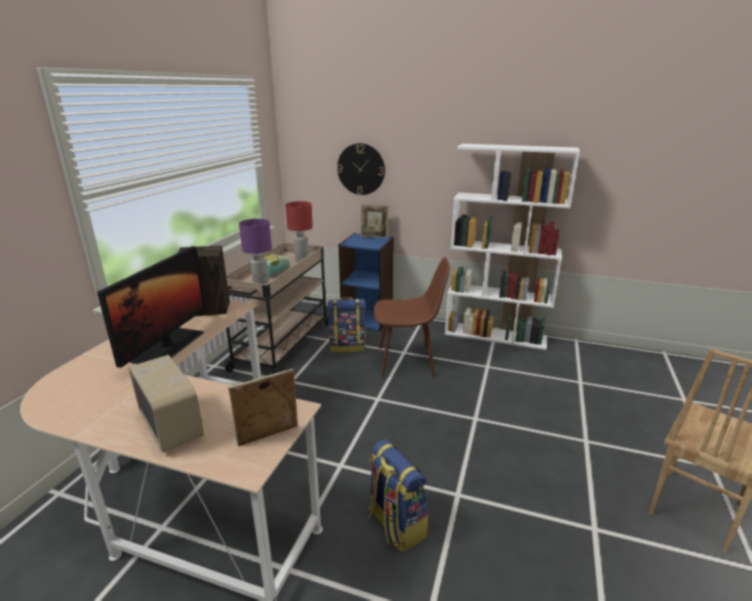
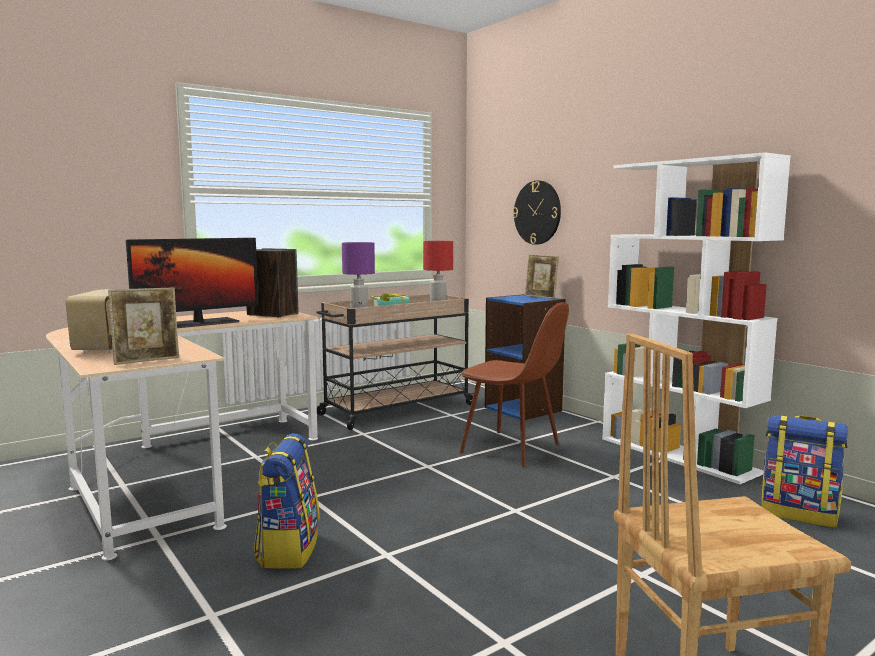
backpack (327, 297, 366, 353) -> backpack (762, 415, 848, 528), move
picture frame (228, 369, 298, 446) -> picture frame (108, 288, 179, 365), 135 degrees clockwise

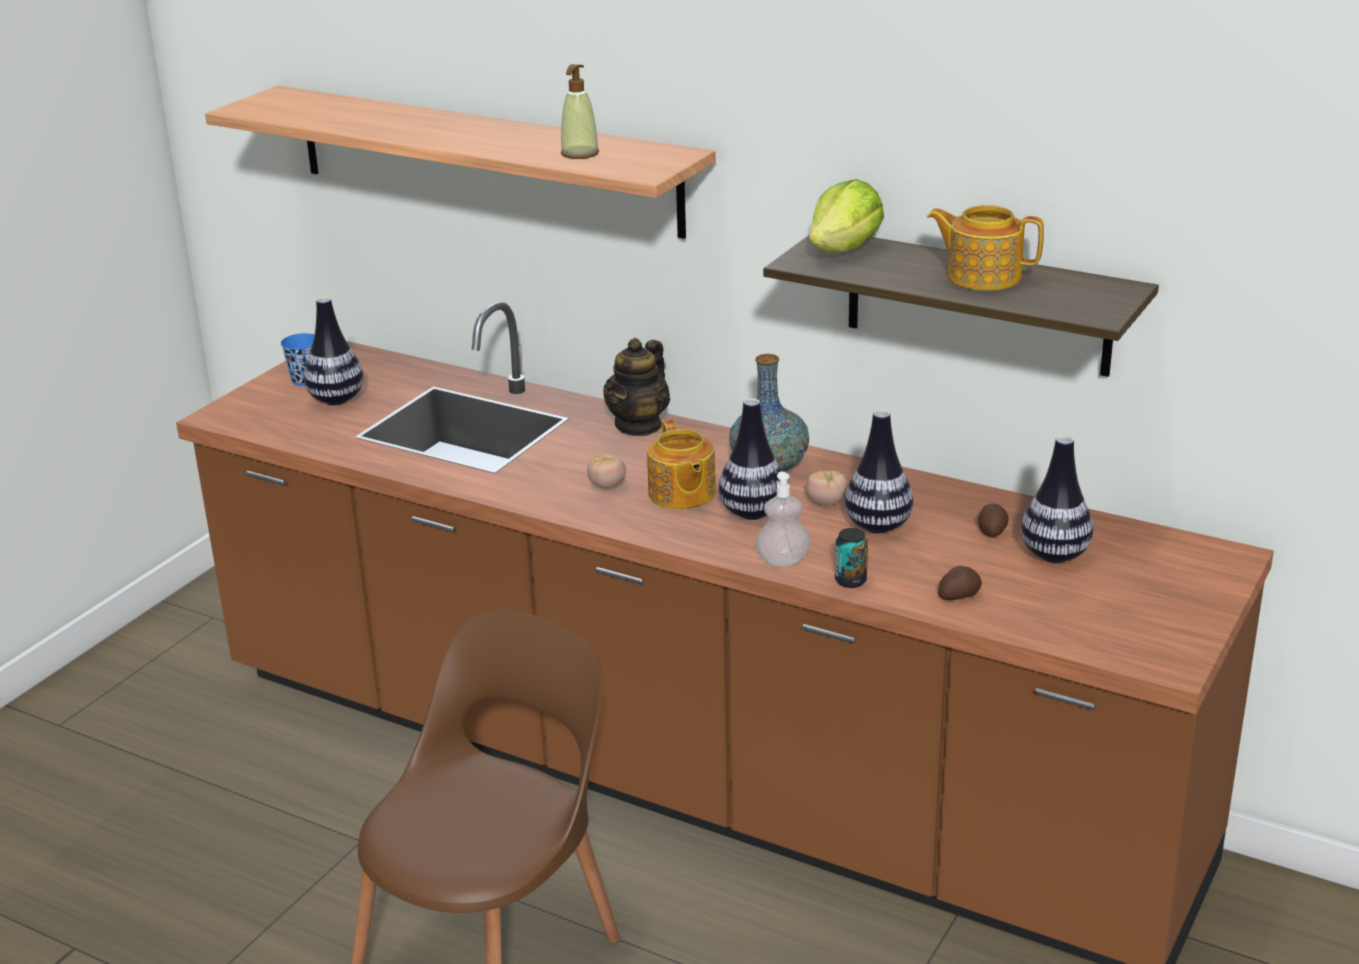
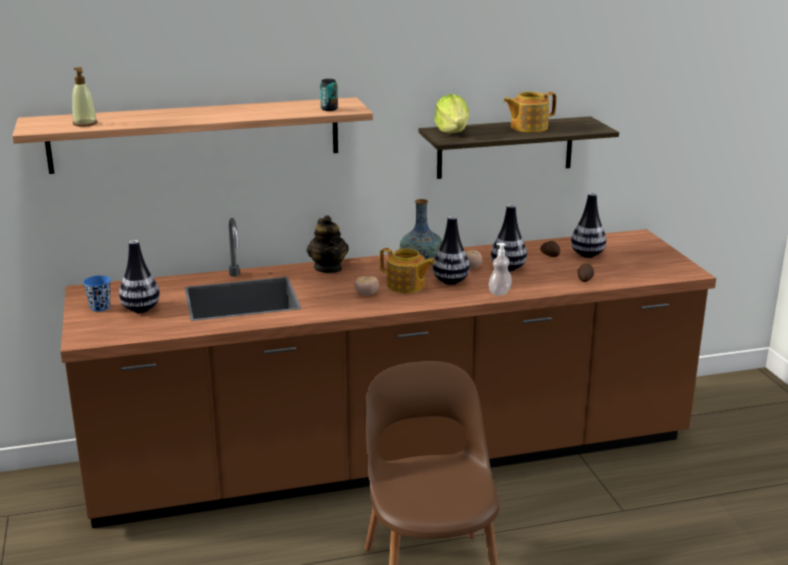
soap dispenser (561, 64, 599, 159) -> soap dispenser (72, 67, 97, 127), move
can (835, 528, 868, 588) -> can (320, 79, 338, 111), move

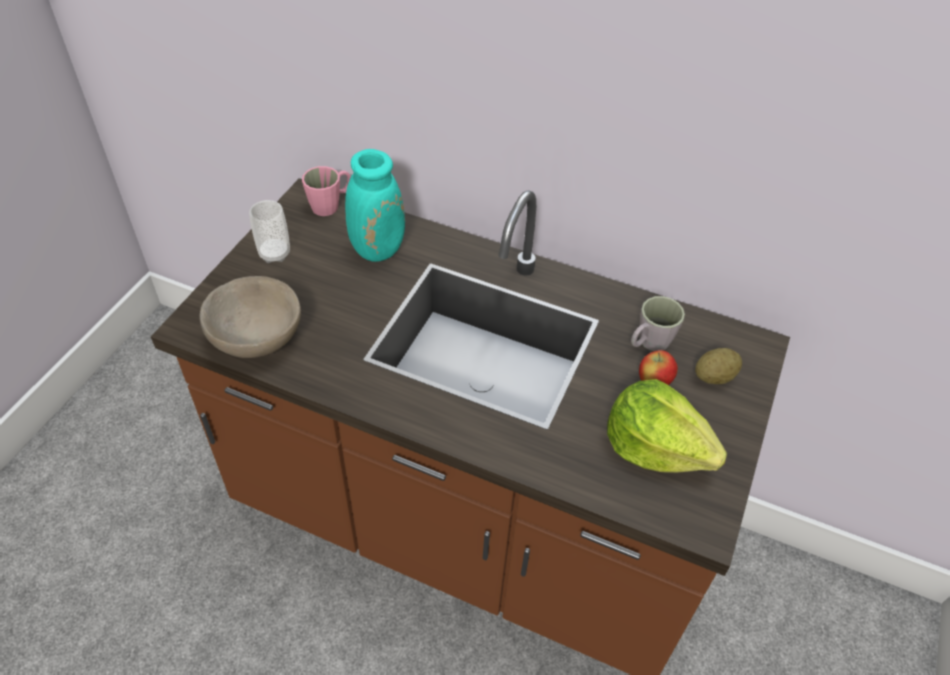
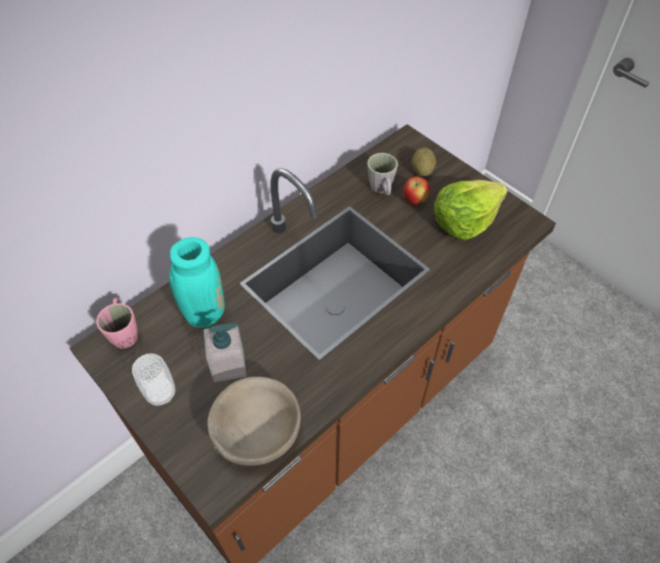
none -> soap dispenser (204, 324, 247, 382)

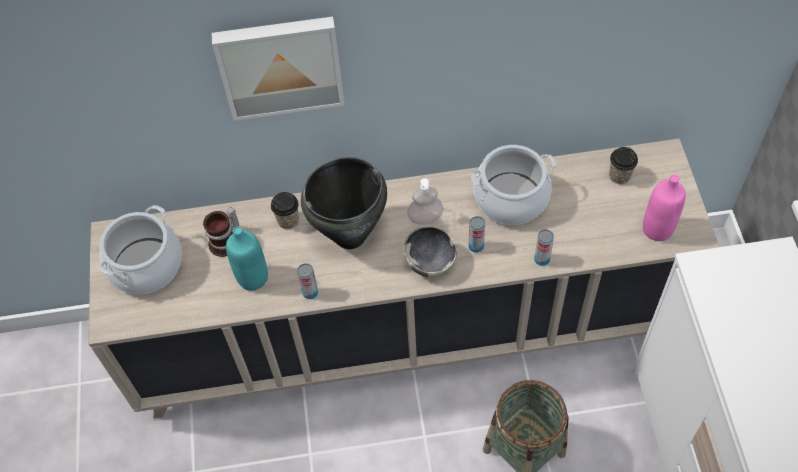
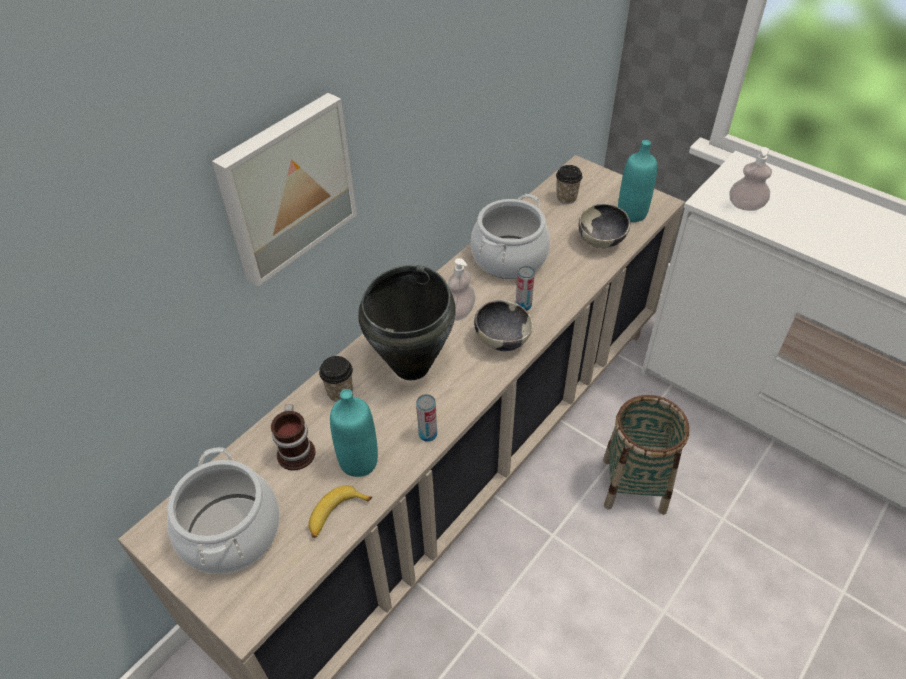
bottle (pink) (643, 175, 686, 241) -> bottle (turquoise) (618, 140, 657, 222)
can (534, 229, 554, 266) -> none
none -> soap dispenser (730, 147, 772, 211)
none -> bowl (579, 204, 630, 248)
none -> banana (309, 486, 372, 538)

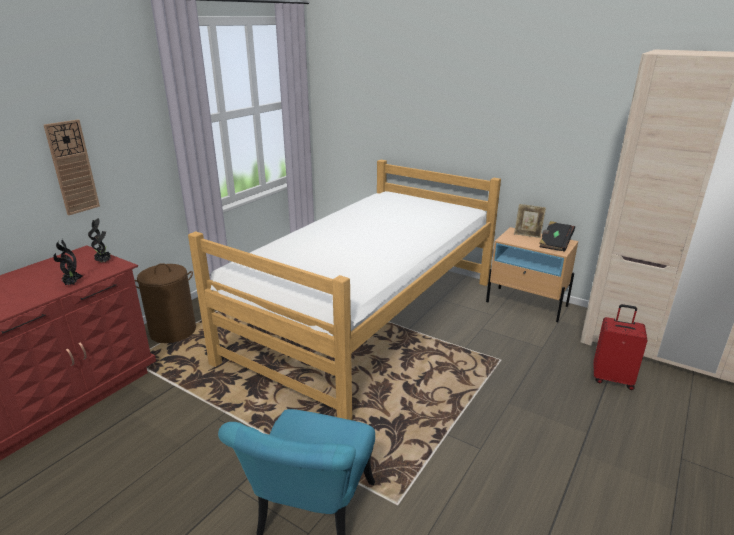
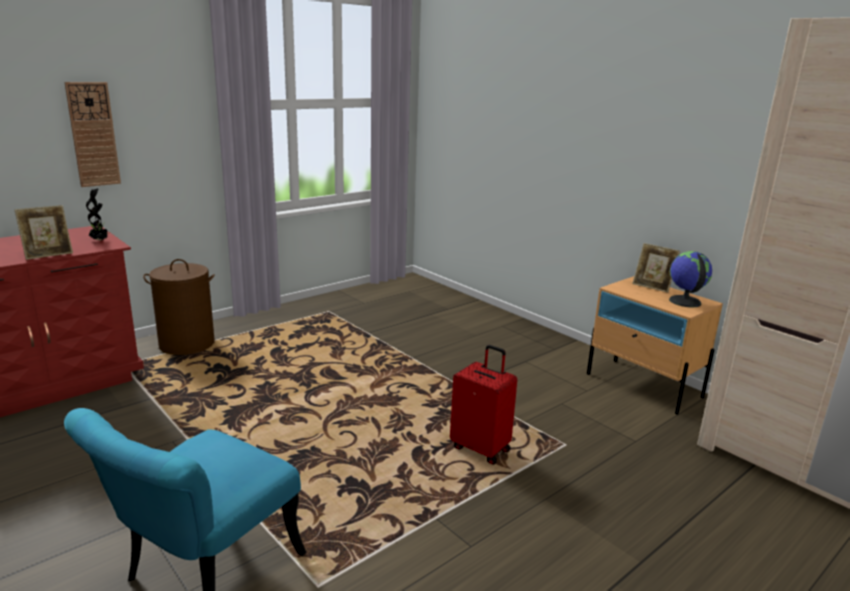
bed (188, 160, 501, 420) -> none
book (black) (540, 221, 575, 252) -> globe (669, 251, 712, 307)
potted plant (54, 239, 83, 285) -> picture frame (15, 205, 73, 260)
suitcase (red) (594, 304, 648, 390) -> suitcase (red) (450, 345, 517, 465), move

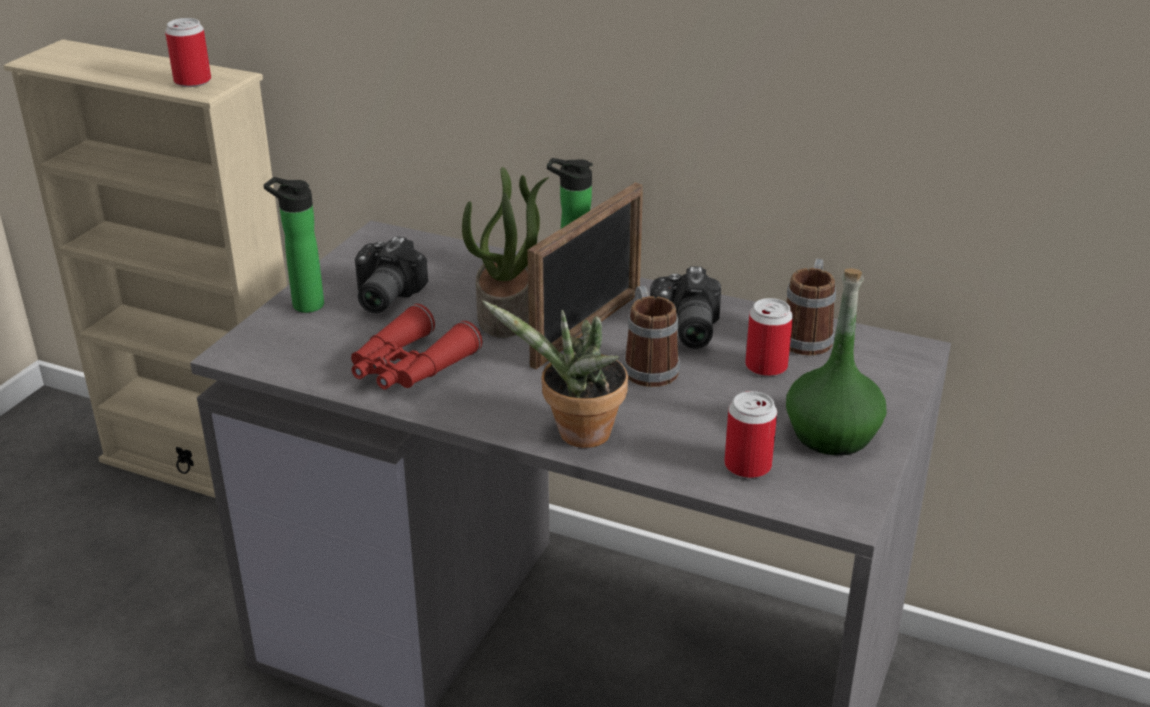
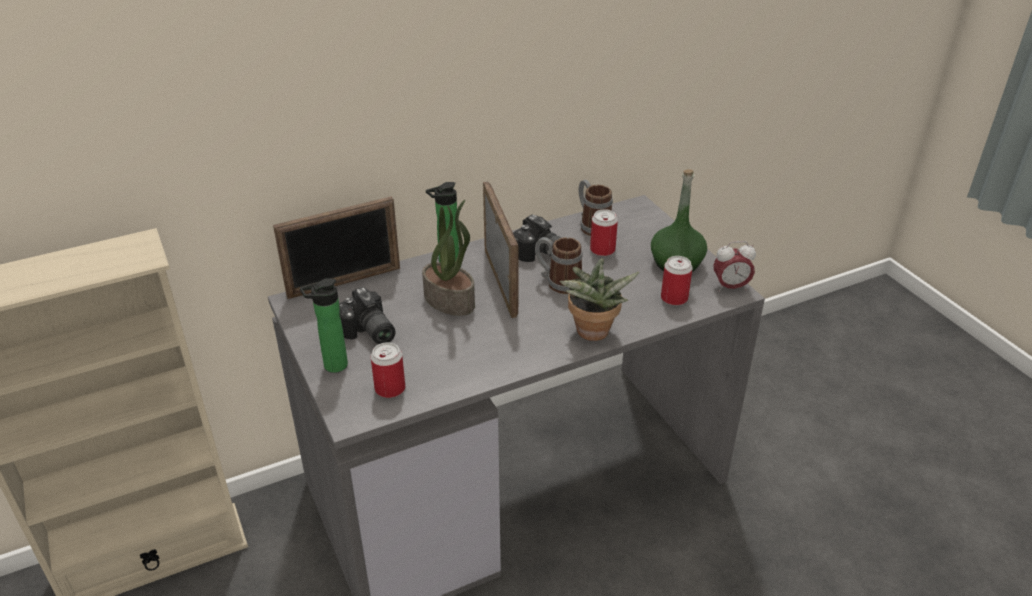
can (165, 18, 211, 87) -> can (371, 342, 405, 398), move
binoculars (red) (351, 304, 482, 390) -> none
none -> picture frame (273, 196, 400, 299)
none -> alarm clock (714, 241, 756, 292)

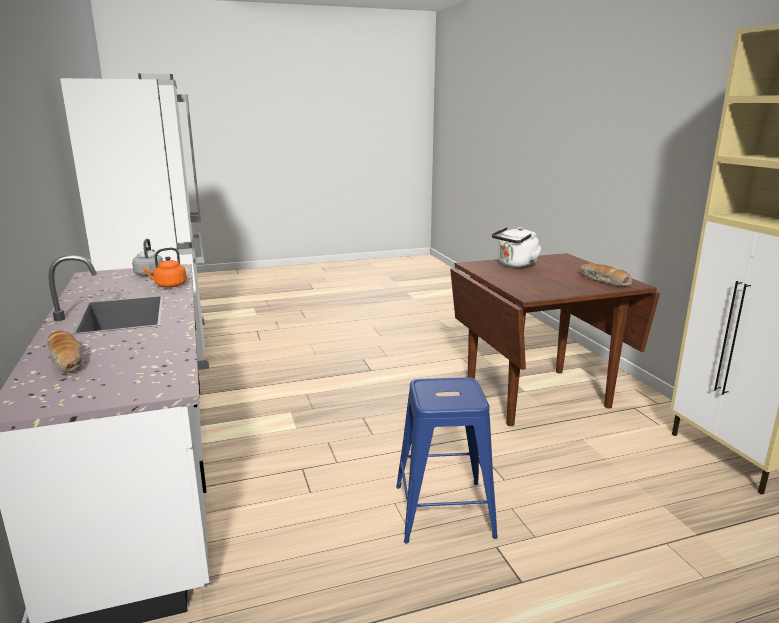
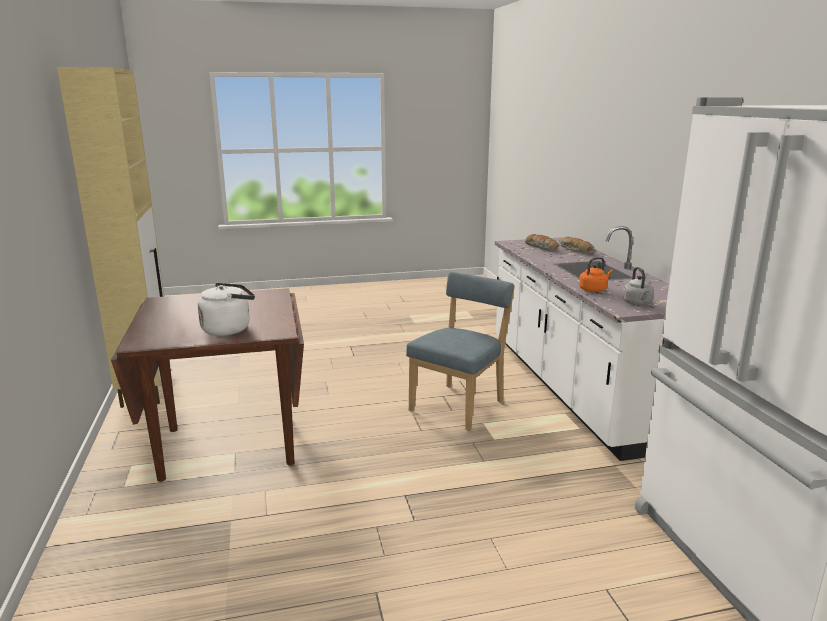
bread (580, 263, 632, 287) -> bread (525, 234, 559, 251), move
stool (blue) (396, 377, 498, 544) -> none
none -> chair (blue) (406, 272, 515, 431)

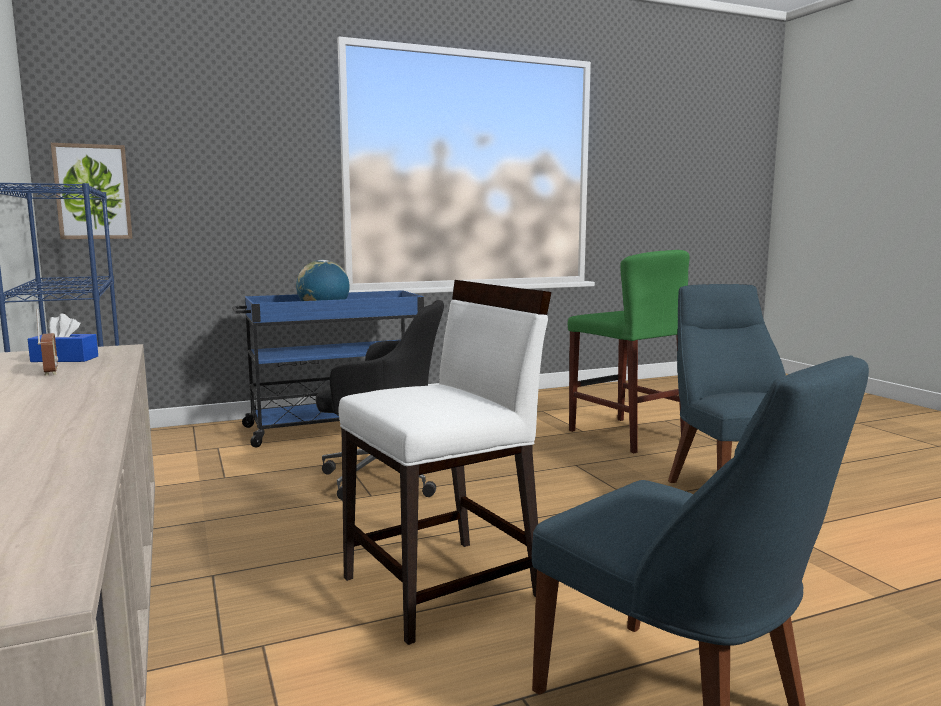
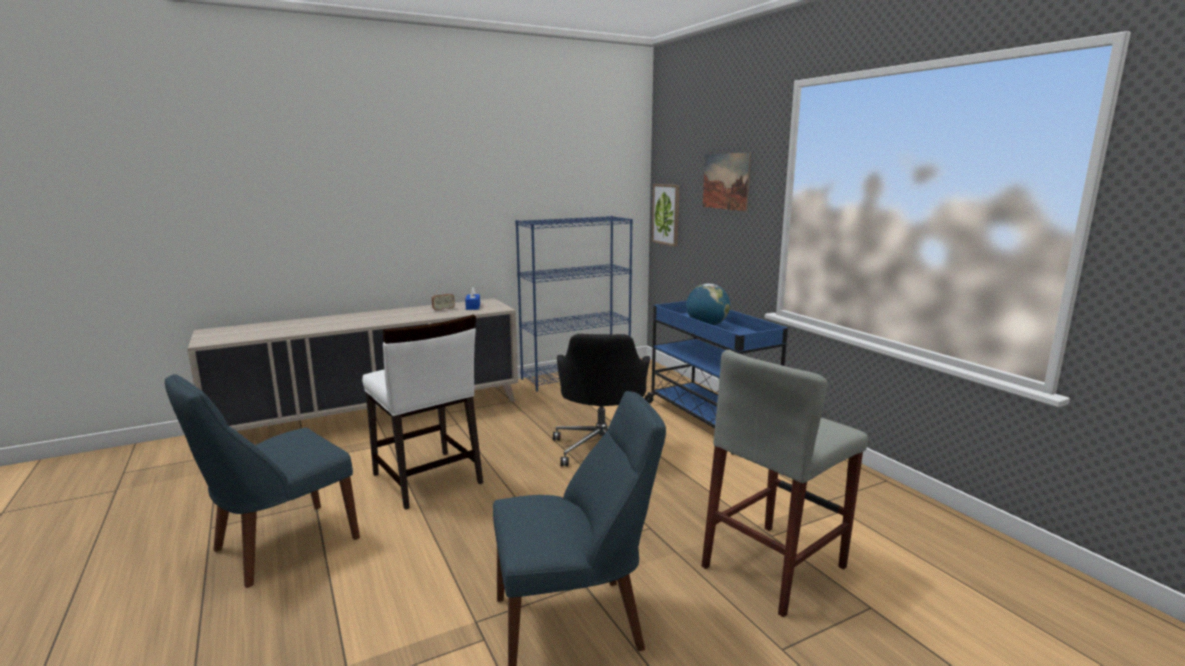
stool (green) (568, 250, 690, 453) -> stool (grey) (702, 350, 868, 617)
none -> picture (703, 153, 751, 211)

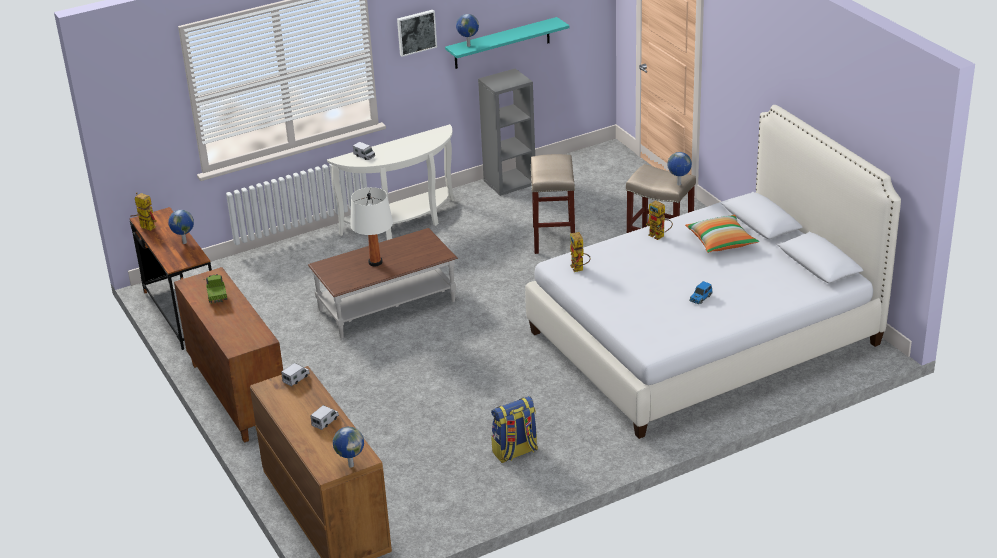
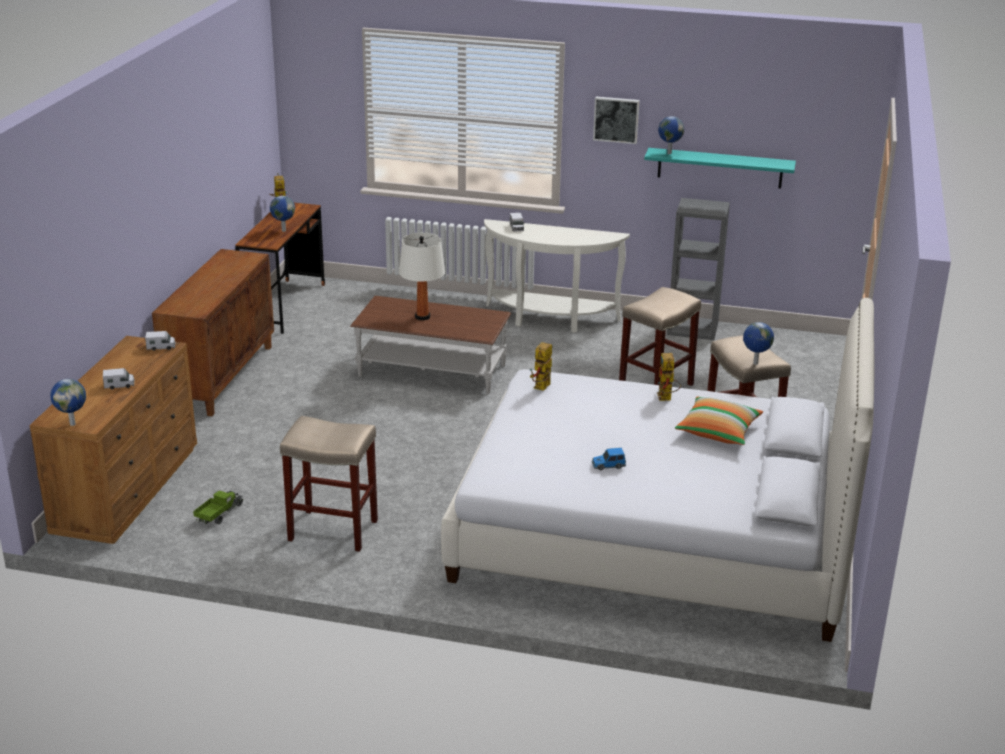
toy truck (204, 274, 227, 303) -> toy truck (193, 491, 243, 524), move
backpack (491, 396, 538, 463) -> stool (beige) (280, 416, 378, 552)

